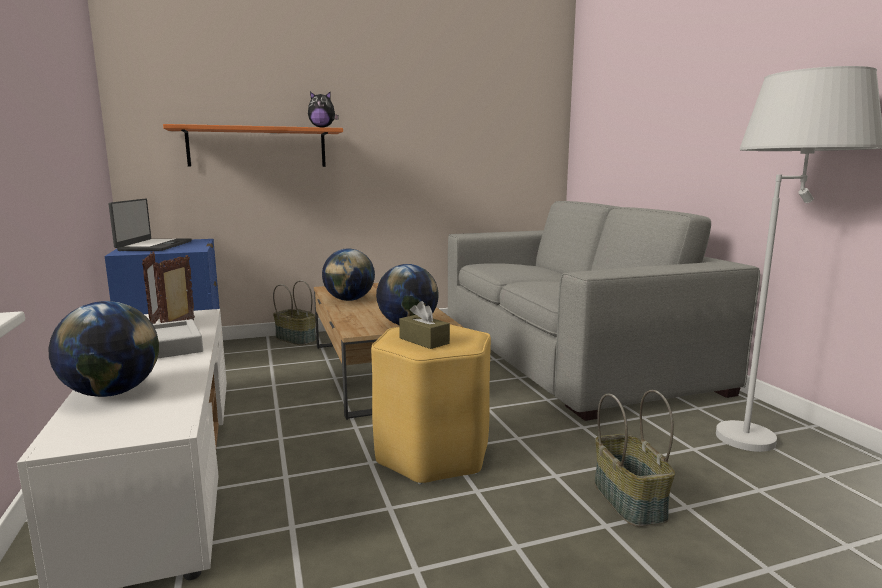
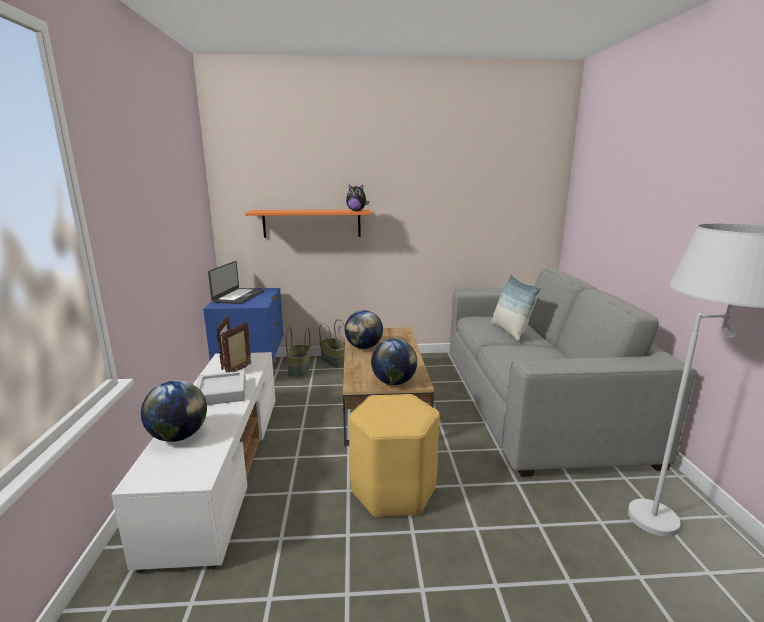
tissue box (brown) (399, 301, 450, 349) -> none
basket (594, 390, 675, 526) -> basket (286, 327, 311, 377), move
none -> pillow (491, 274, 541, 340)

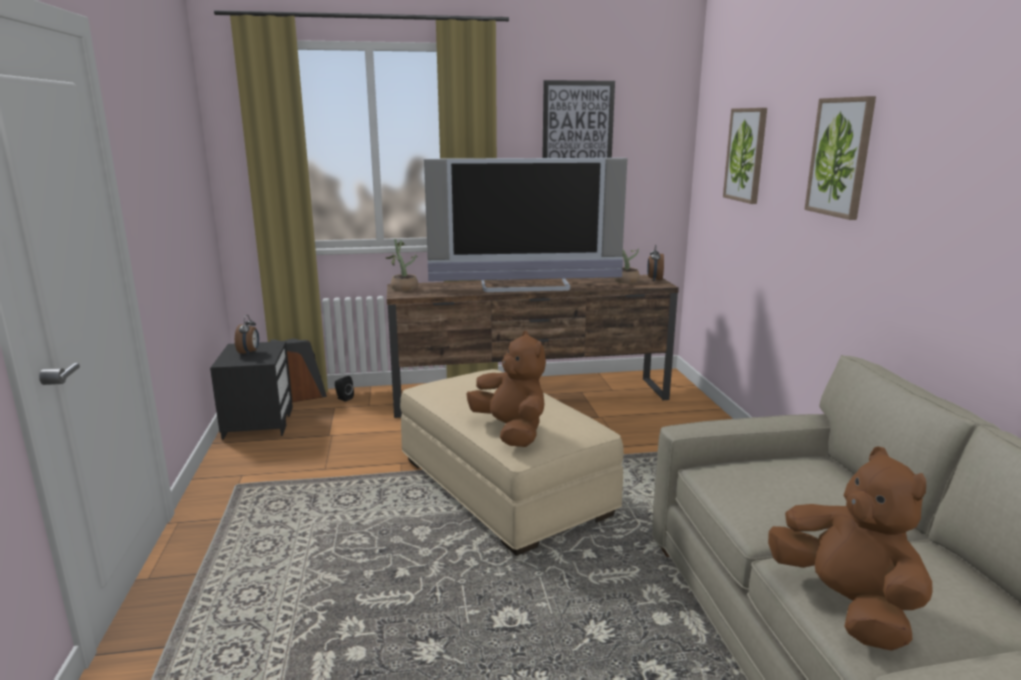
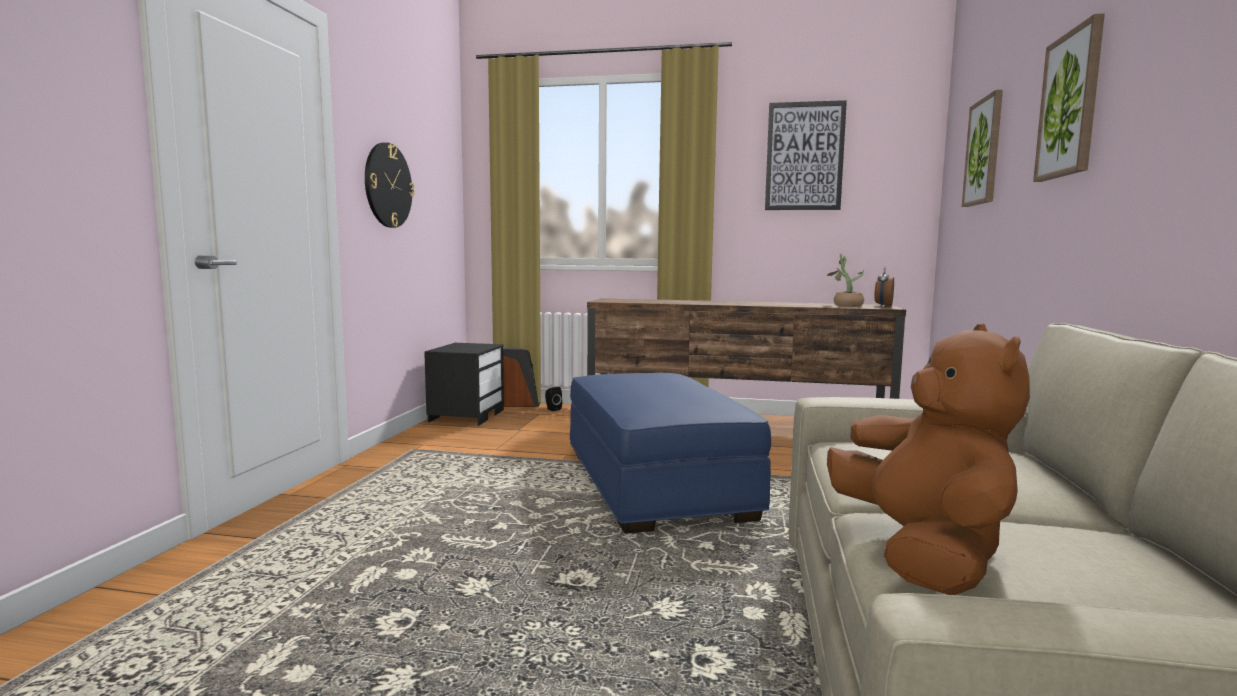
television (424, 158, 627, 292) -> none
potted plant (386, 239, 418, 291) -> none
alarm clock (235, 315, 259, 355) -> none
plush toy (brown) (467, 331, 546, 447) -> none
ottoman (beige) (400, 369, 624, 556) -> ottoman (blue) (570, 373, 771, 533)
none -> wall clock (365, 142, 415, 228)

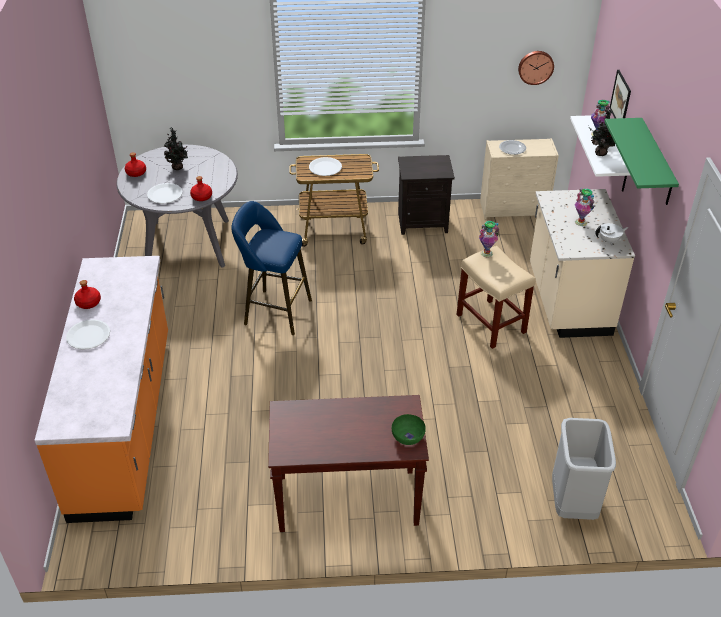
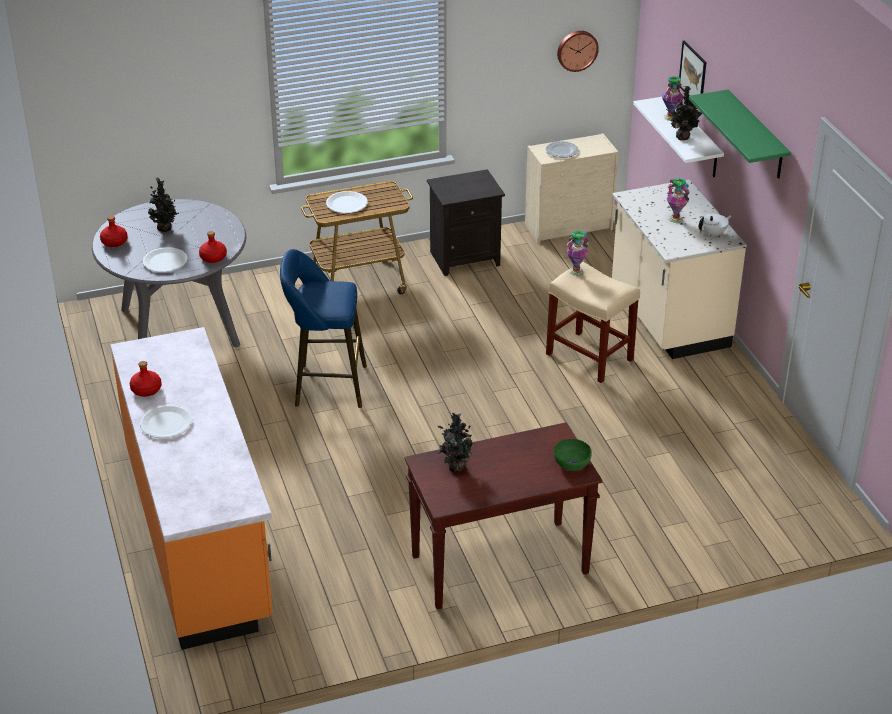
trash can (grey) (552, 418, 616, 520) -> none
none -> potted plant (438, 413, 475, 472)

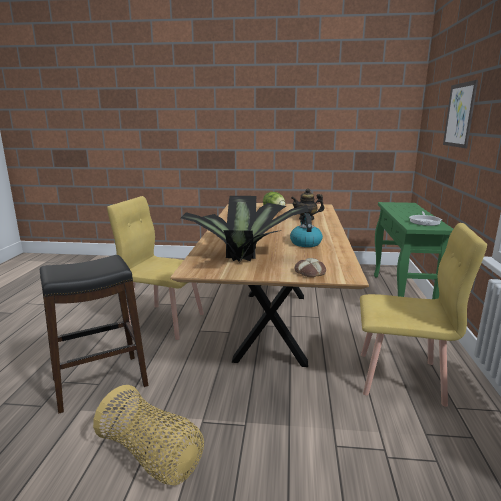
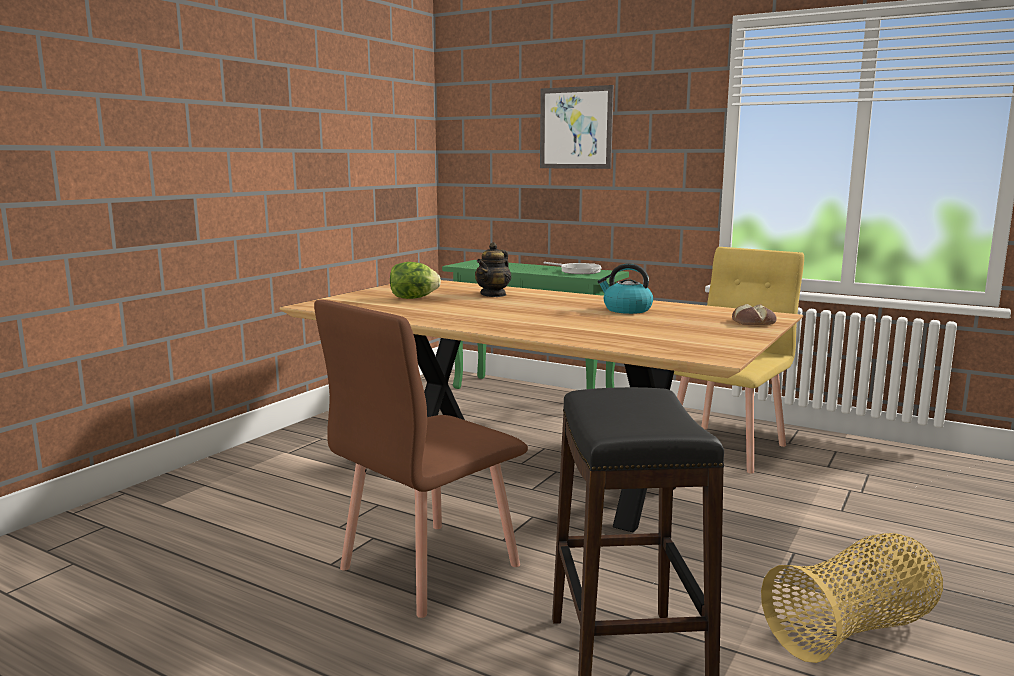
chair (yellow) (107, 196, 204, 340) -> chair (brown) (314, 300, 528, 618)
potted plant (181, 196, 309, 262) -> none

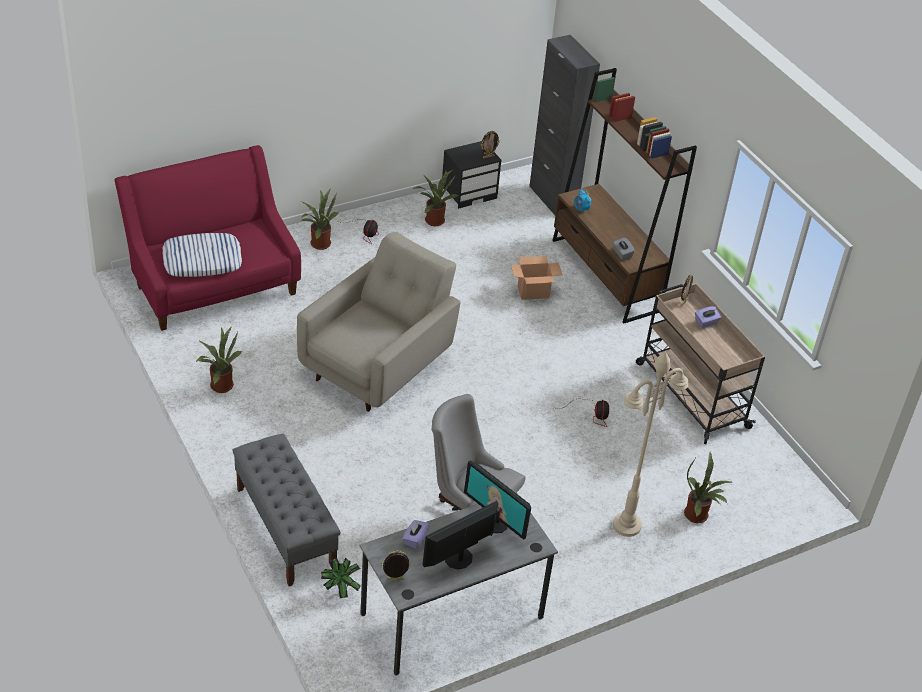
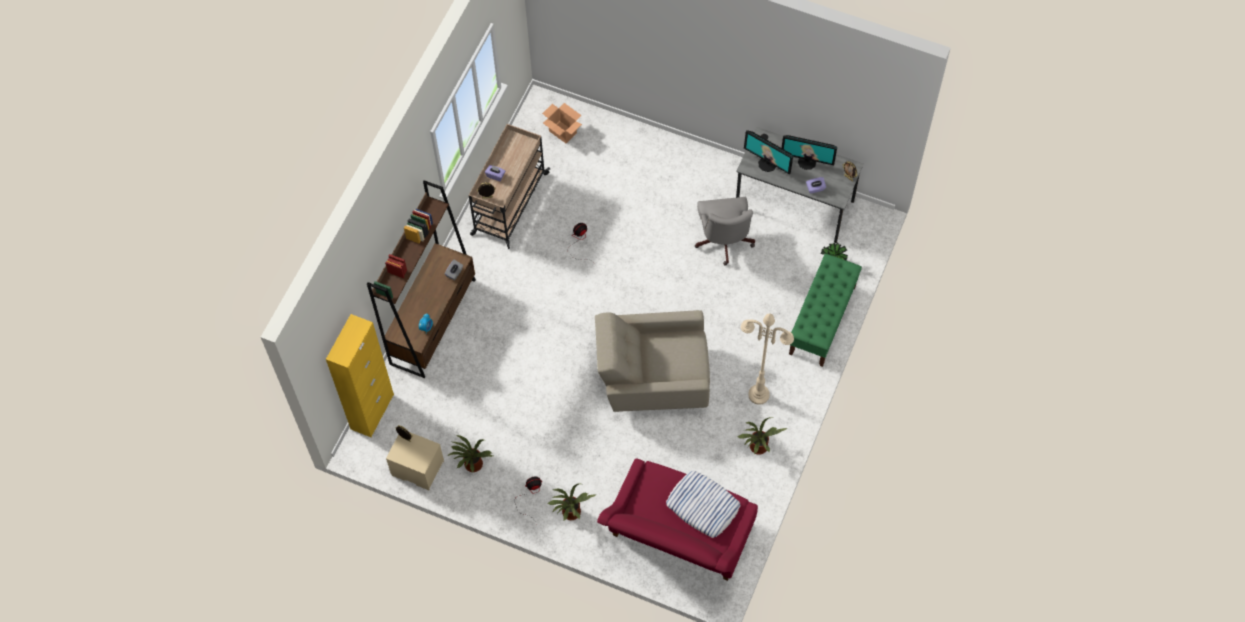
cabinet (black) (529, 35, 600, 215) -> cabinet (yellow) (326, 314, 394, 437)
nightstand (black) (442, 141, 502, 209) -> nightstand (beige) (386, 432, 444, 491)
cardboard box (511, 256, 563, 300) -> cardboard box (542, 103, 582, 143), move
floor lamp (beige) (613, 352, 688, 537) -> floor lamp (beige) (741, 314, 794, 405), move
bench (grey) (233, 434, 341, 586) -> bench (green) (789, 254, 862, 367)
potted plant (684, 453, 732, 523) -> none
monitor (464, 460, 531, 540) -> monitor (744, 130, 793, 175), 120 degrees clockwise

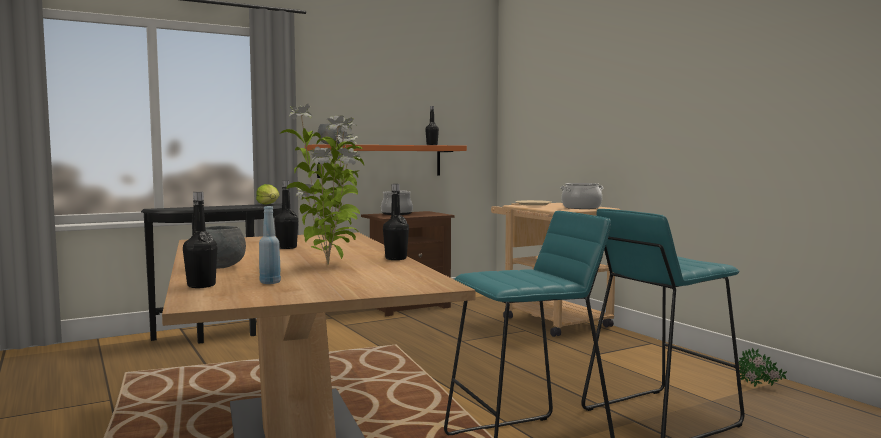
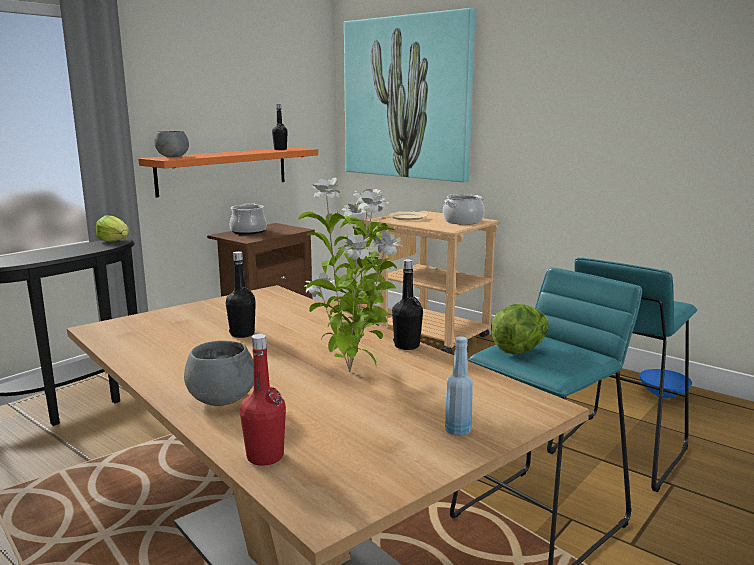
bottle (black) (183, 192, 217, 288) -> bottle (red) (240, 334, 286, 466)
bottle (blue) (259, 206, 281, 284) -> bottle (blue) (445, 336, 473, 436), move
potted plant (739, 348, 787, 387) -> bowl (blue) (640, 369, 692, 399)
none -> picture (344, 8, 475, 182)
none -> lettuce (491, 304, 549, 354)

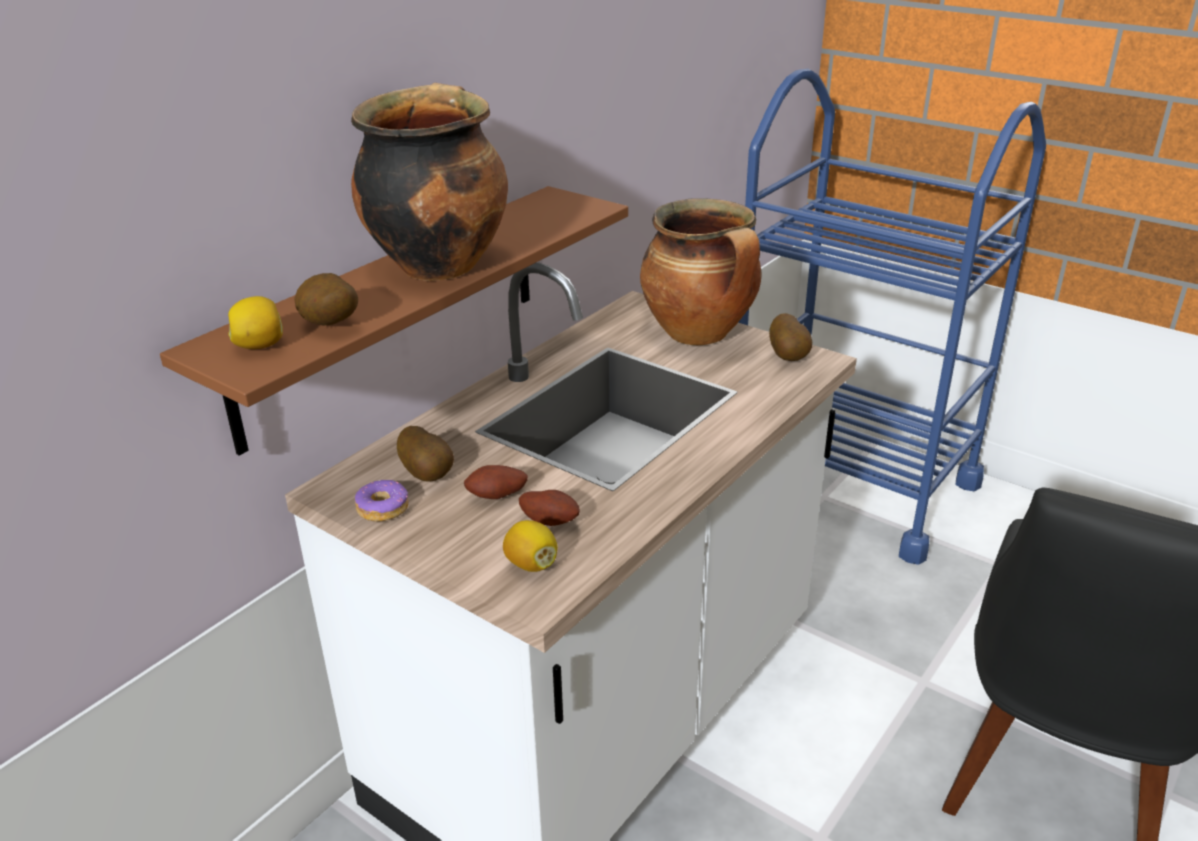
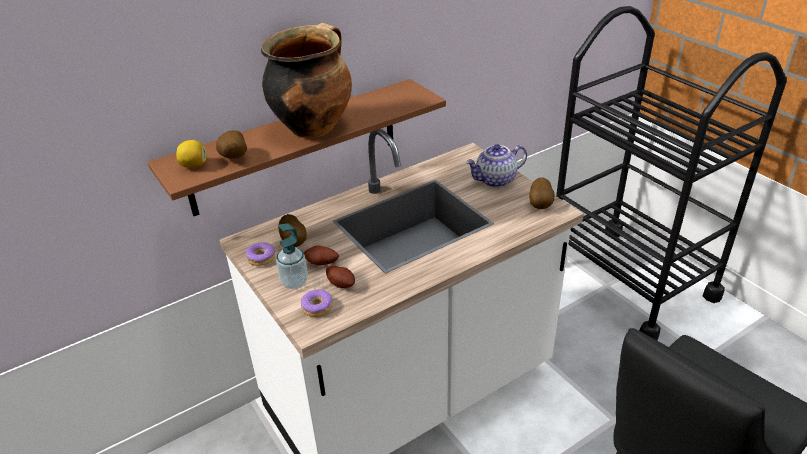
cart (blue) (738, 69, 1046, 565) -> cart (black) (556, 6, 786, 340)
cooking pot (640, 199, 762, 345) -> teapot (466, 144, 527, 187)
lemon (503, 520, 558, 572) -> donut (301, 289, 333, 317)
none -> soap dispenser (276, 223, 308, 289)

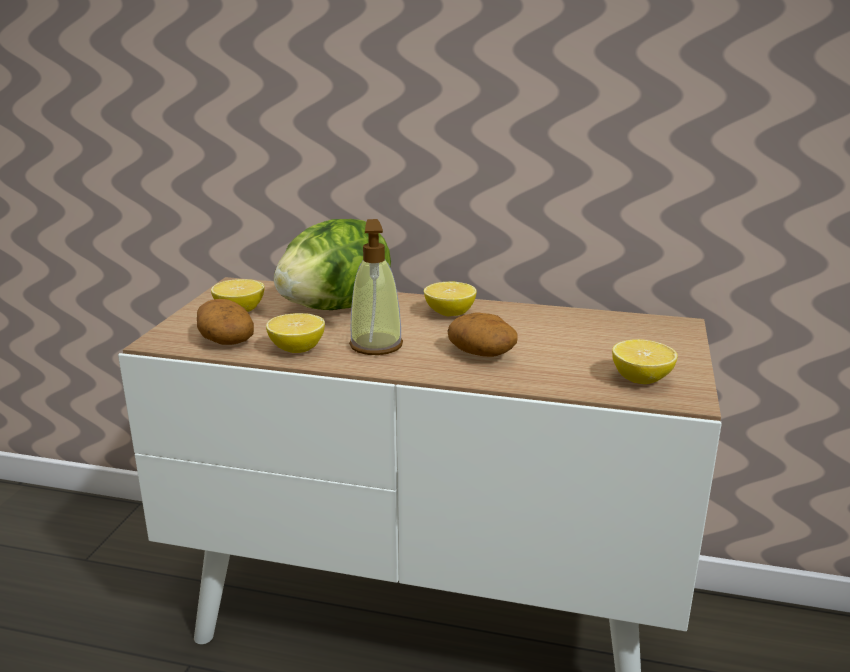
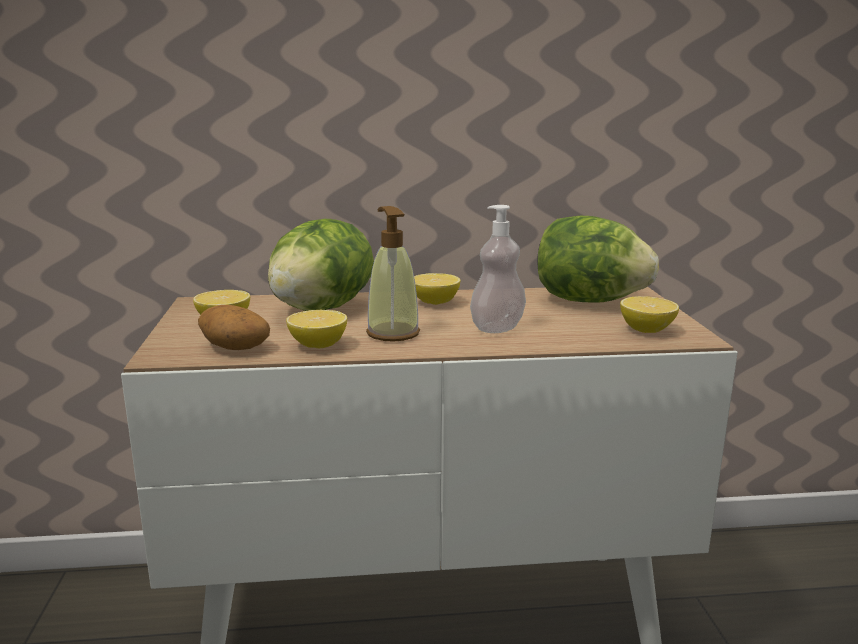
potato (447, 313, 518, 357) -> soap dispenser (470, 205, 526, 333)
none -> lettuce (537, 216, 659, 303)

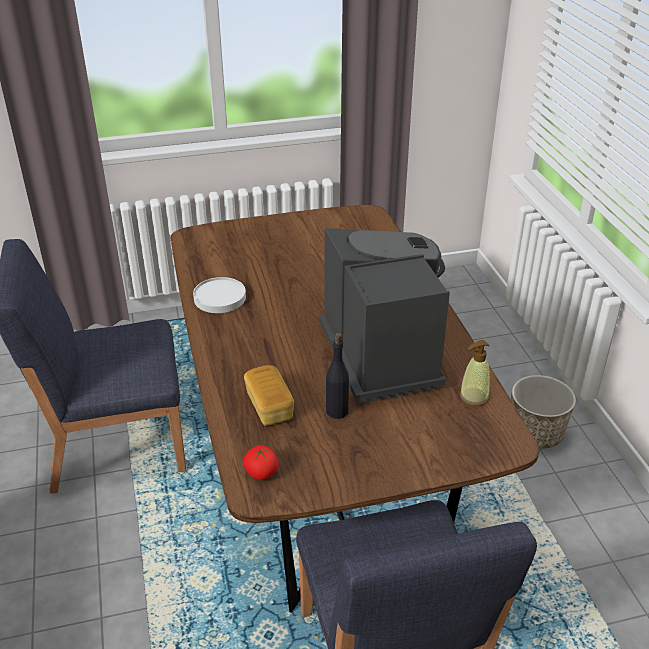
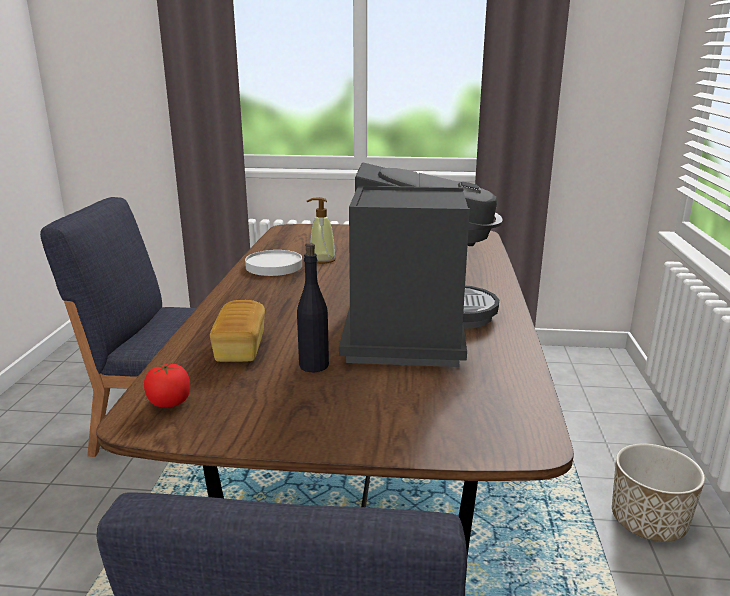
soap dispenser (460, 340, 490, 407) -> soap dispenser (306, 197, 336, 264), move

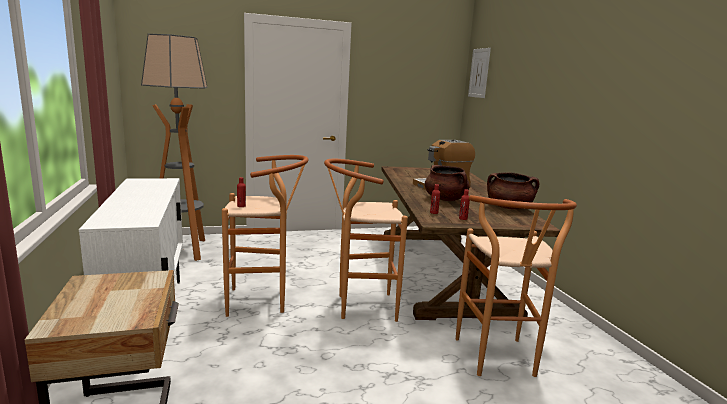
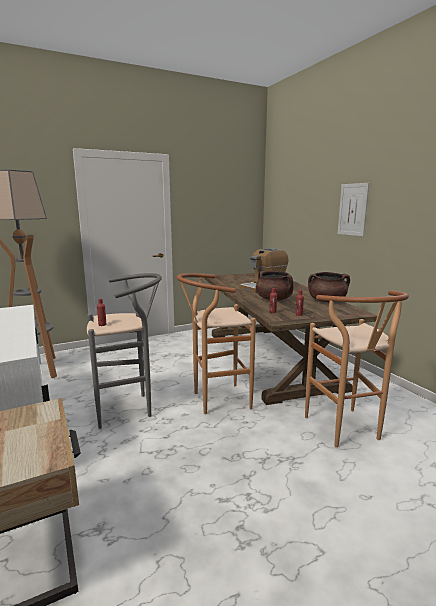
picture (468, 48, 491, 98) -> picture (337, 183, 369, 236), move
stool (brown) (222, 155, 309, 317) -> stool (grey) (87, 273, 162, 429)

